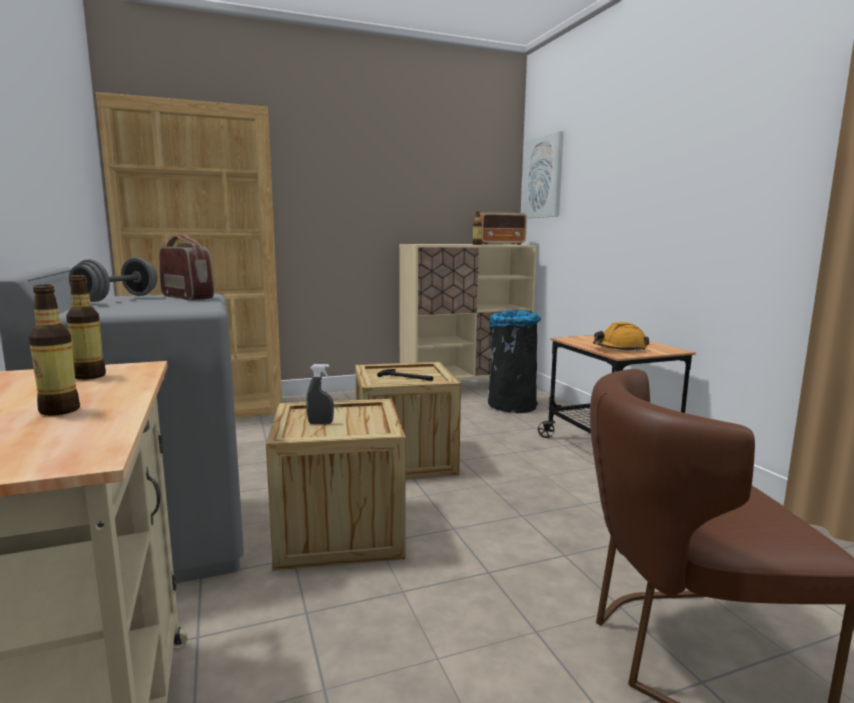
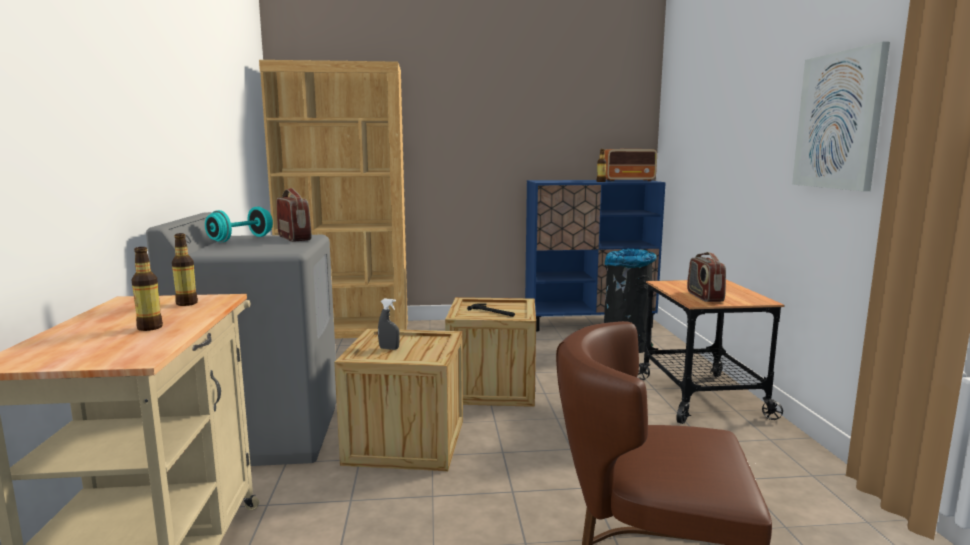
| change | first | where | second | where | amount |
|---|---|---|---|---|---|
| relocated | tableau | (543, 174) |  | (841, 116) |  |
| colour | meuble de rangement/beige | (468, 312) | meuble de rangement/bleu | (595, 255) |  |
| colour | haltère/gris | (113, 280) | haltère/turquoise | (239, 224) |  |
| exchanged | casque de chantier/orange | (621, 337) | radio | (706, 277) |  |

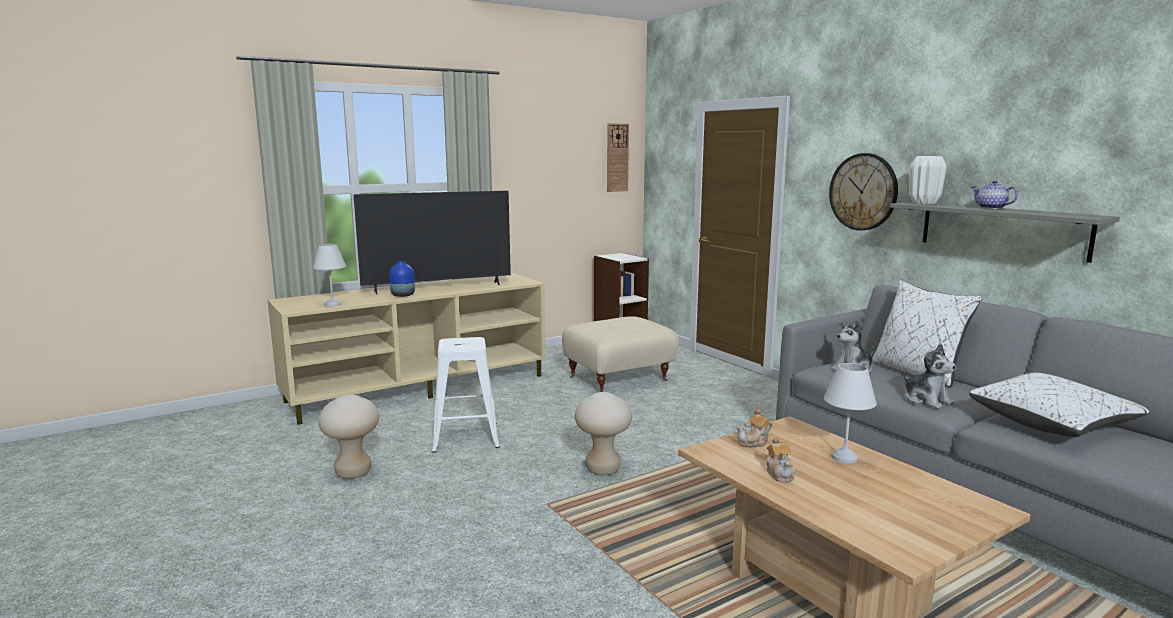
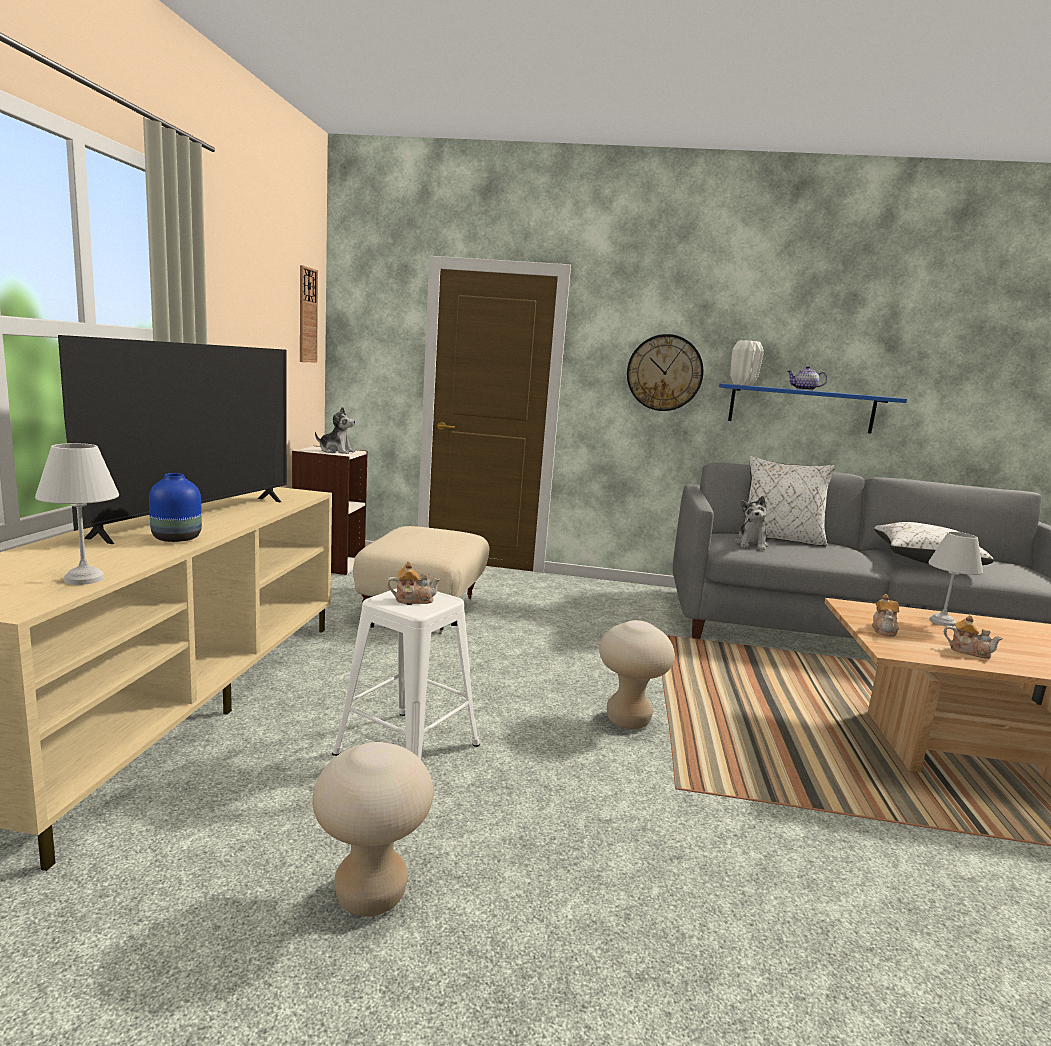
| change | first | where | second | where | amount |
|---|---|---|---|---|---|
| colour | étagère/gris | (1005, 232) | étagère/bleu | (813, 408) |  |
| relocated | peluche | (928, 376) |  | (335, 430) |  |
| appeared |  |  | théière | (414, 583) |  |

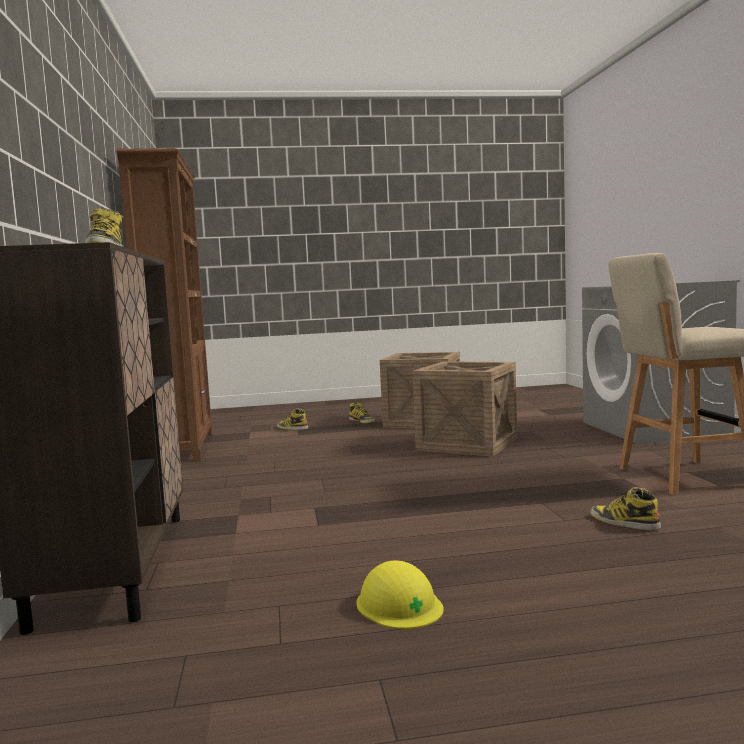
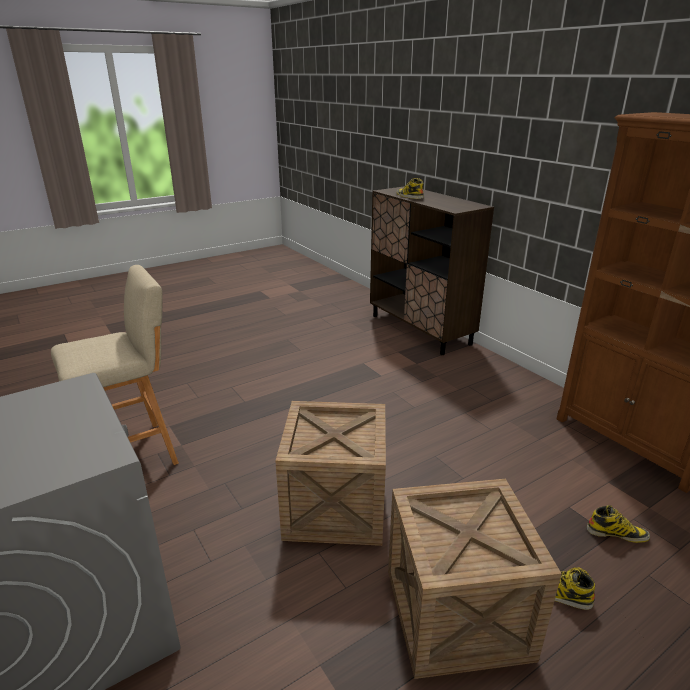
| change | first | where | second | where | amount |
|---|---|---|---|---|---|
| missing | botte | (625, 508) |  |  |  |
| missing | casque de chantier/jaune | (400, 594) |  |  |  |

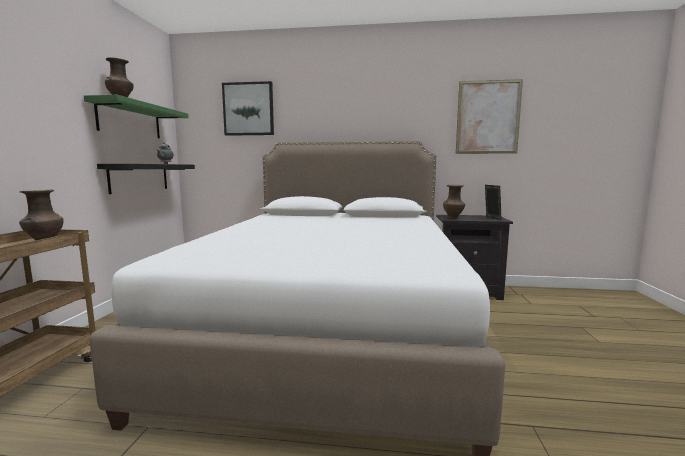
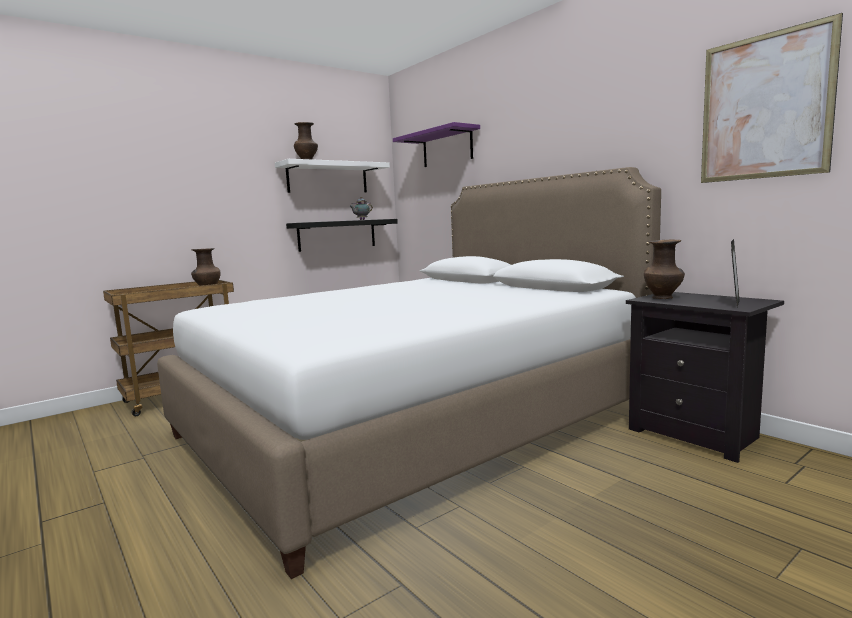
| change | first | where | second | where | amount |
|---|---|---|---|---|---|
| exchanged | tableau | (248, 108) | étagère/violet | (436, 144) |  |
| colour | étagère/vert | (136, 116) | étagère/blanc | (332, 176) |  |

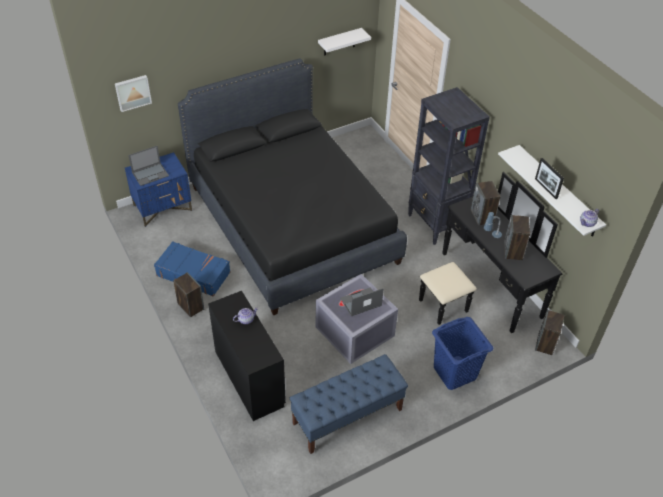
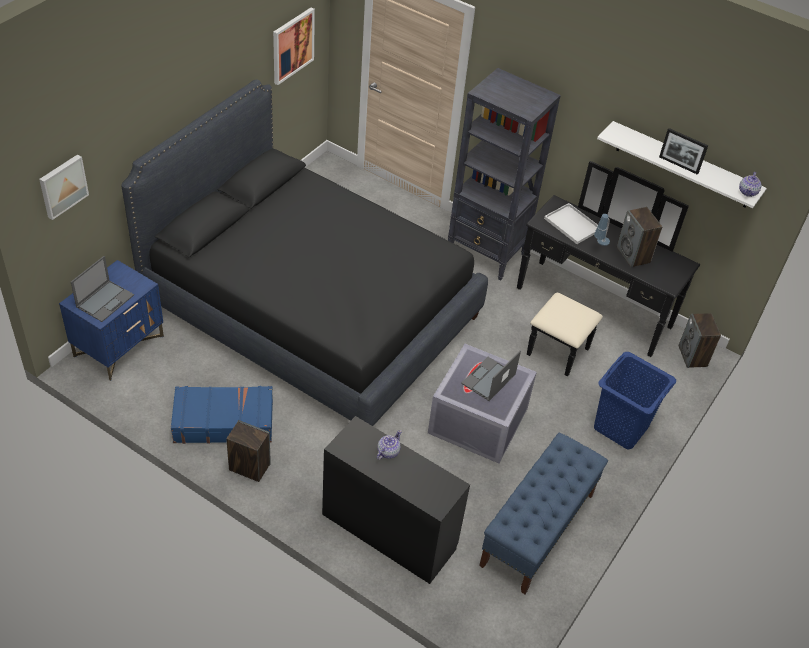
| change | first | where | second | where | amount |
|---|---|---|---|---|---|
| exchanged | étagère/blanc | (344, 42) | tableau | (294, 46) |  |
| exchanged | enceinte | (486, 203) | plateau/blanc | (571, 223) |  |

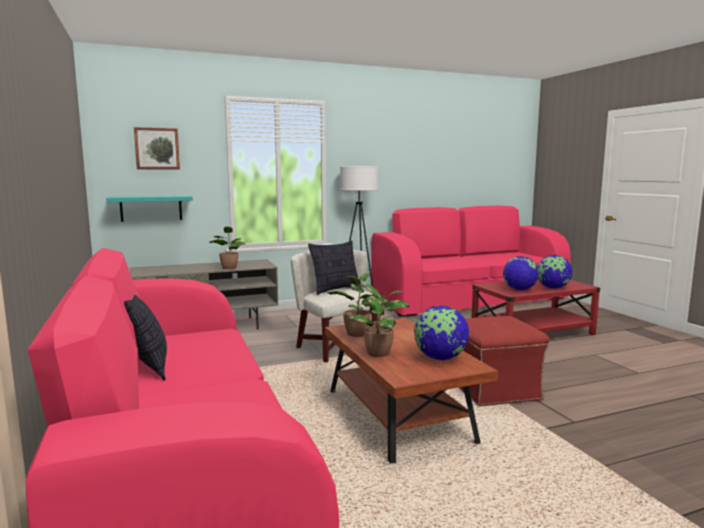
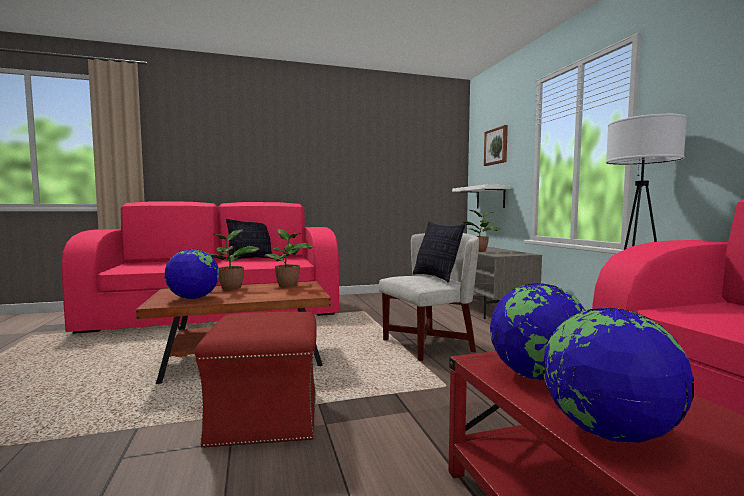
| change | first | where | second | where | amount |
|---|---|---|---|---|---|
| colour | étagère/turquoise | (149, 208) | étagère/blanc | (481, 196) |  |

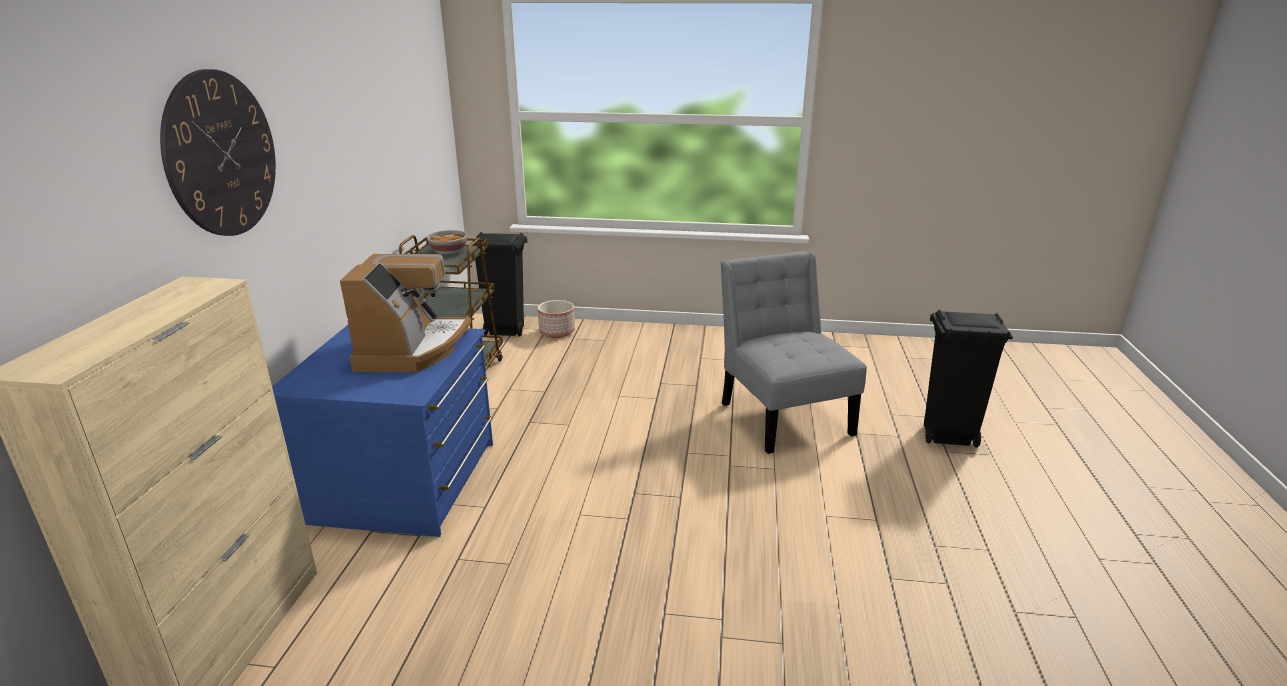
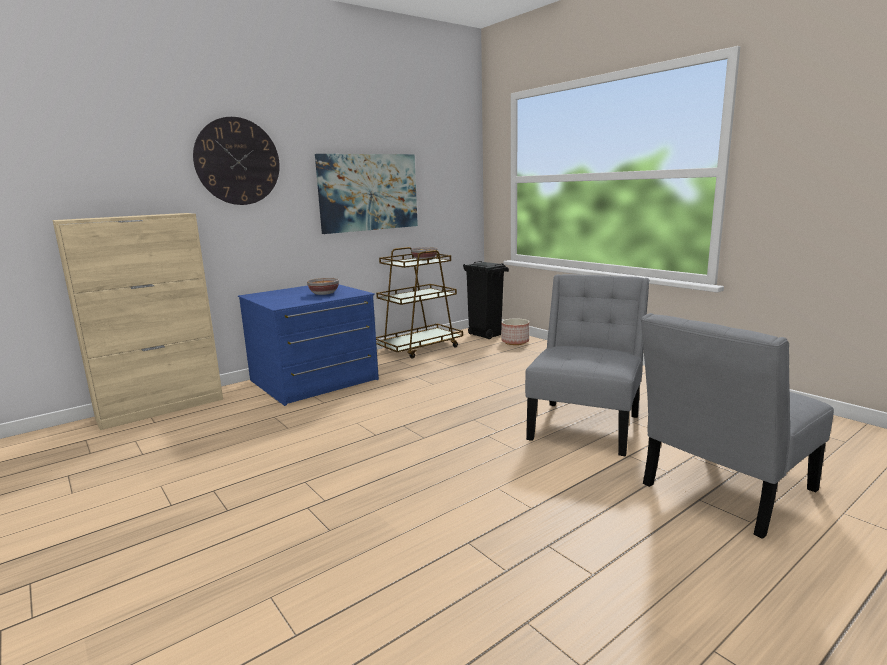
| change | first | where | second | where | amount |
|---|---|---|---|---|---|
| exchanged | machine à café | (405, 313) | bol | (323, 286) |  |
| exchanged | poubelle/noir | (968, 378) | chaise/gris | (737, 426) |  |
| appeared |  |  | tableau | (366, 194) |  |

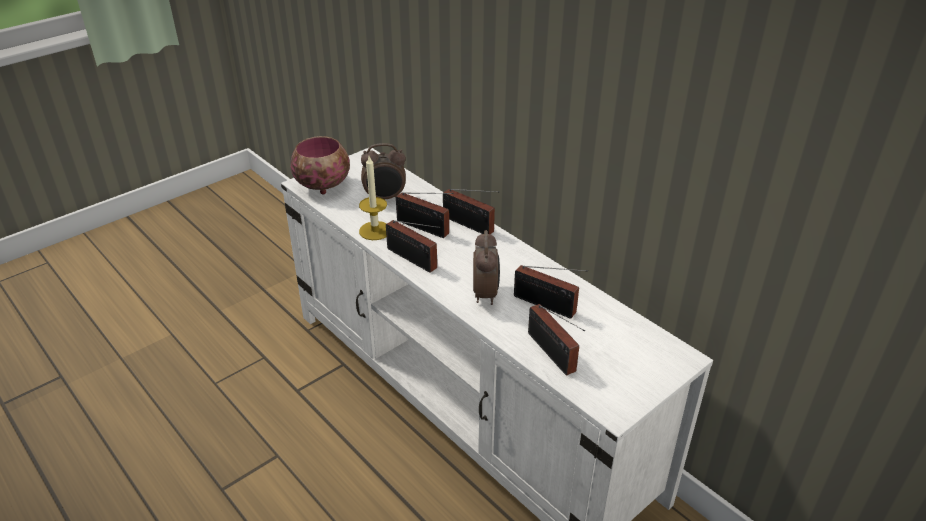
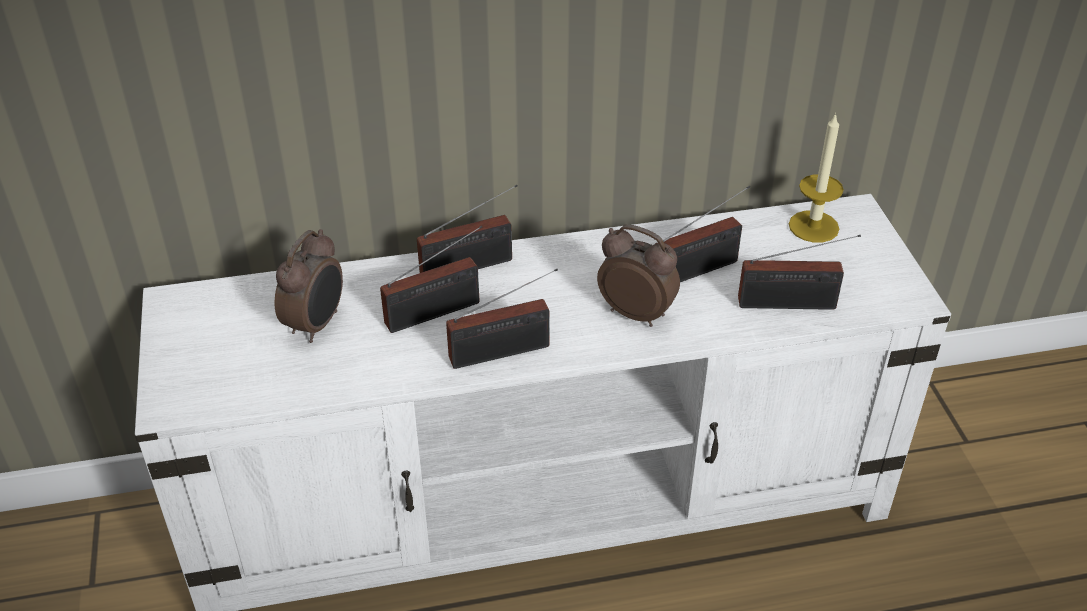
| change | first | where | second | where | amount |
|---|---|---|---|---|---|
| missing | bol | (320, 165) |  |  |  |
| relocated | bougie | (373, 198) |  | (816, 177) |  |

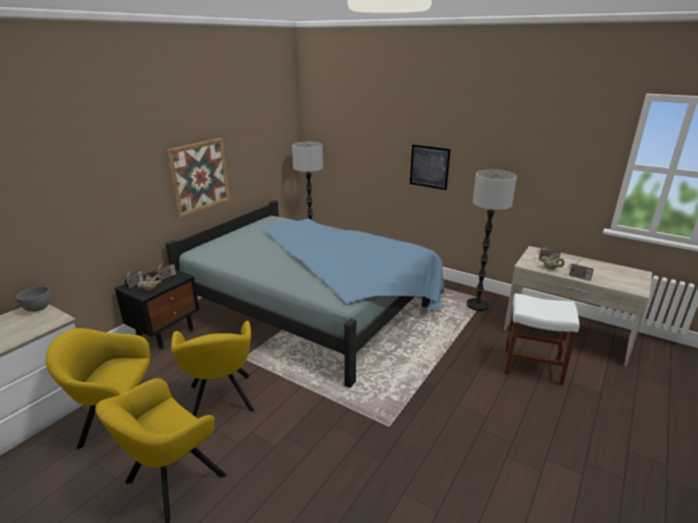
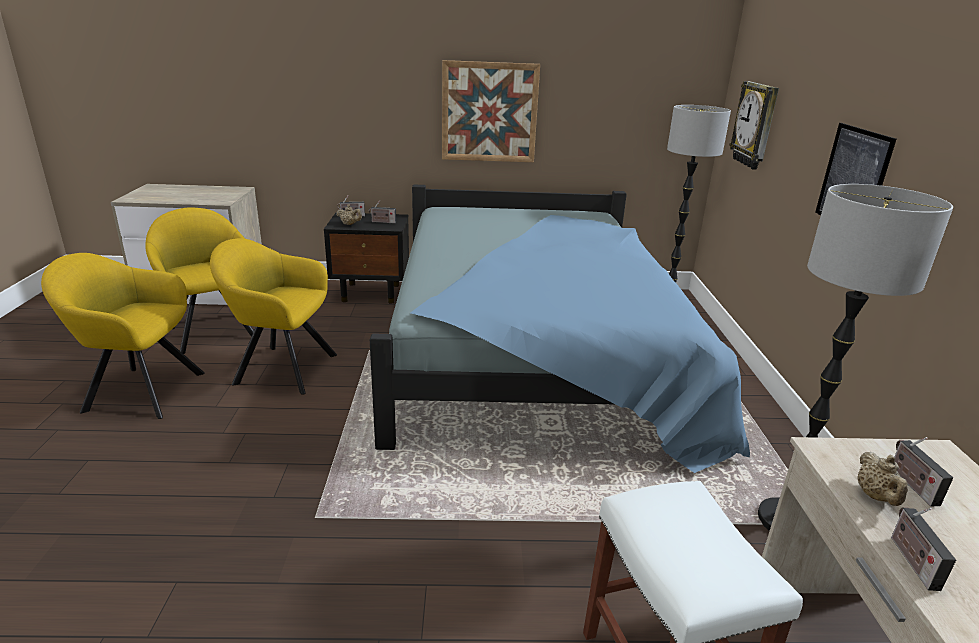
| change | first | where | second | where | amount |
|---|---|---|---|---|---|
| missing | bol/gris | (34, 299) |  |  |  |
| spun | fauteuil/jaune | (213, 368) |  | (273, 316) | 60 degrees clockwise |
| appeared |  |  | horloge murale | (754, 125) |  |

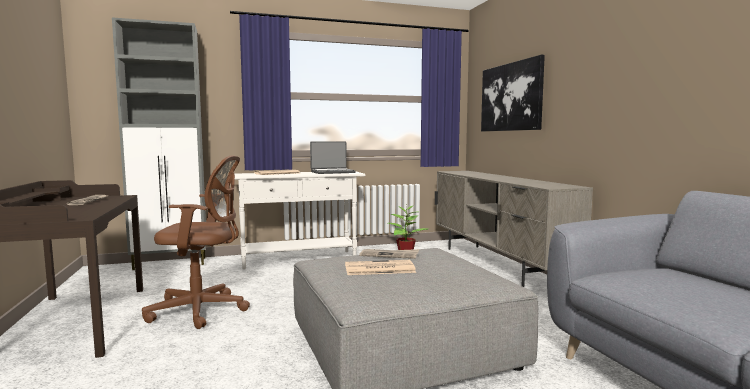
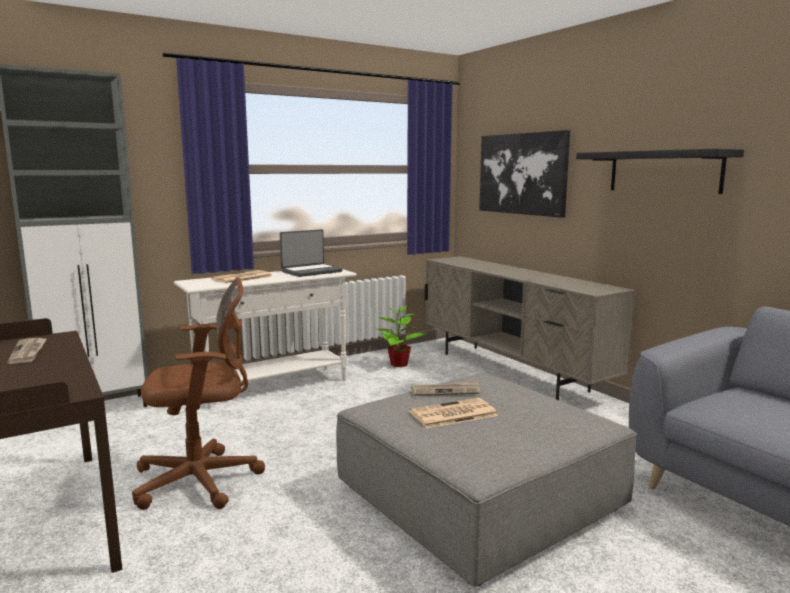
| change | first | where | second | where | amount |
|---|---|---|---|---|---|
| appeared |  |  | étagère/noir | (660, 171) |  |

